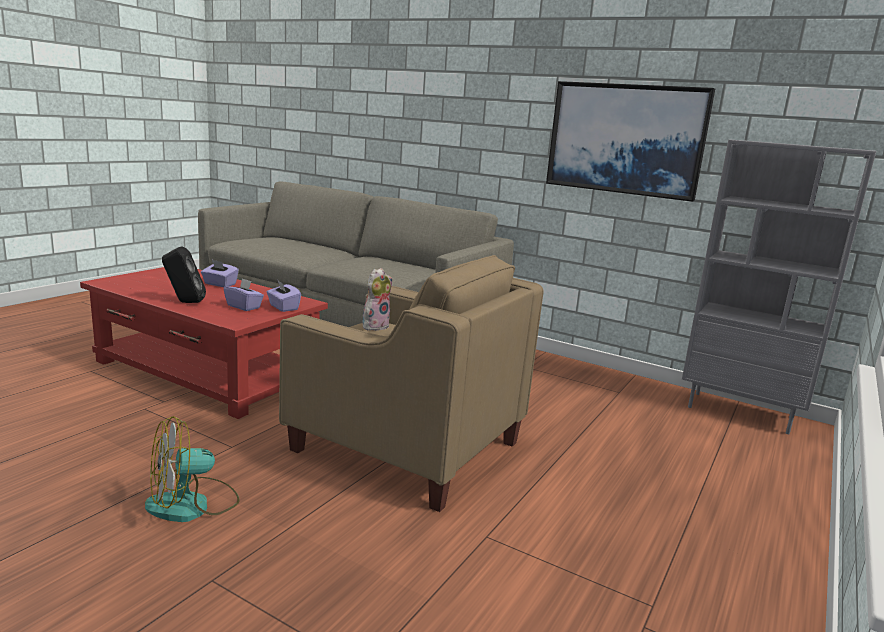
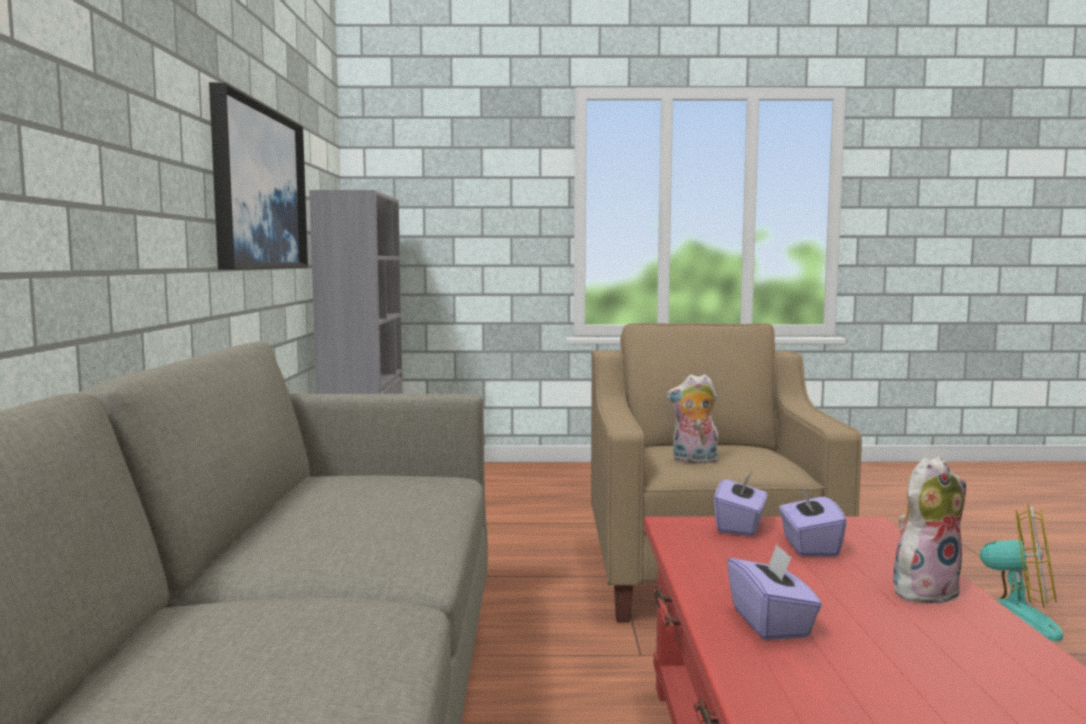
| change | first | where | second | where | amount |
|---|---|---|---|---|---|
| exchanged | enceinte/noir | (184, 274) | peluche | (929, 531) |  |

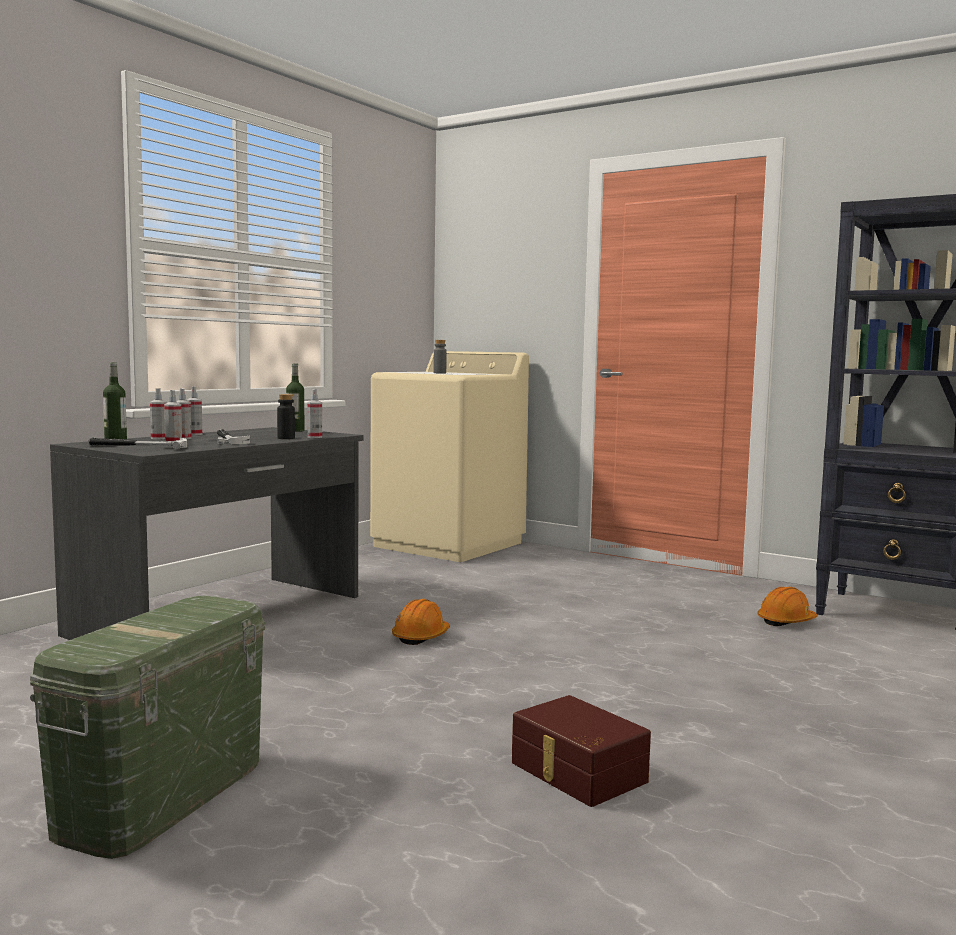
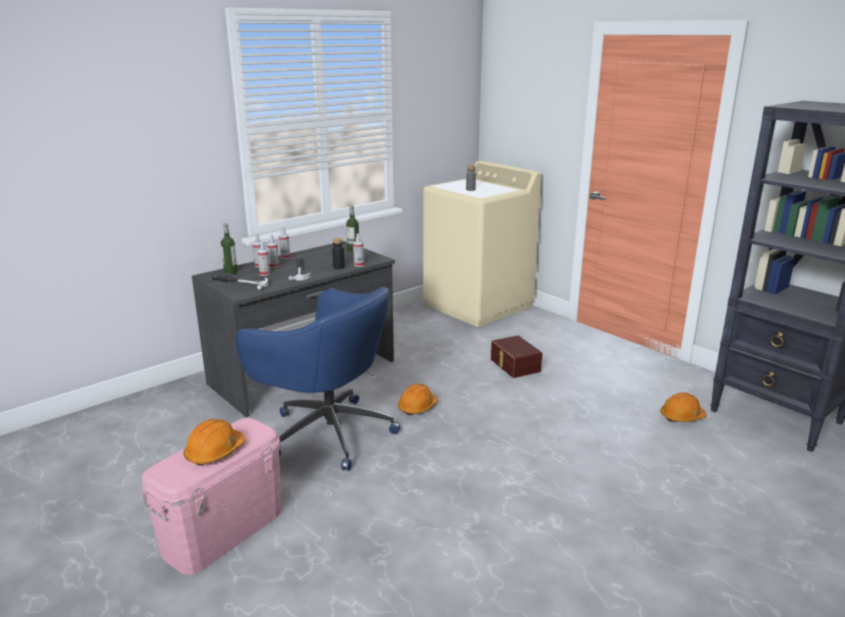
| change | first | where | second | where | amount |
|---|---|---|---|---|---|
| colour | boîte de rangement/vert | (147, 727) | boîte de rangement/rose | (211, 496) |  |
| relocated | boîte de rangement/marron | (581, 751) |  | (516, 356) |  |
| appeared |  |  | chaise de bureau/bleu | (317, 379) |  |
| appeared |  |  | casque de chantier/orange | (214, 442) |  |

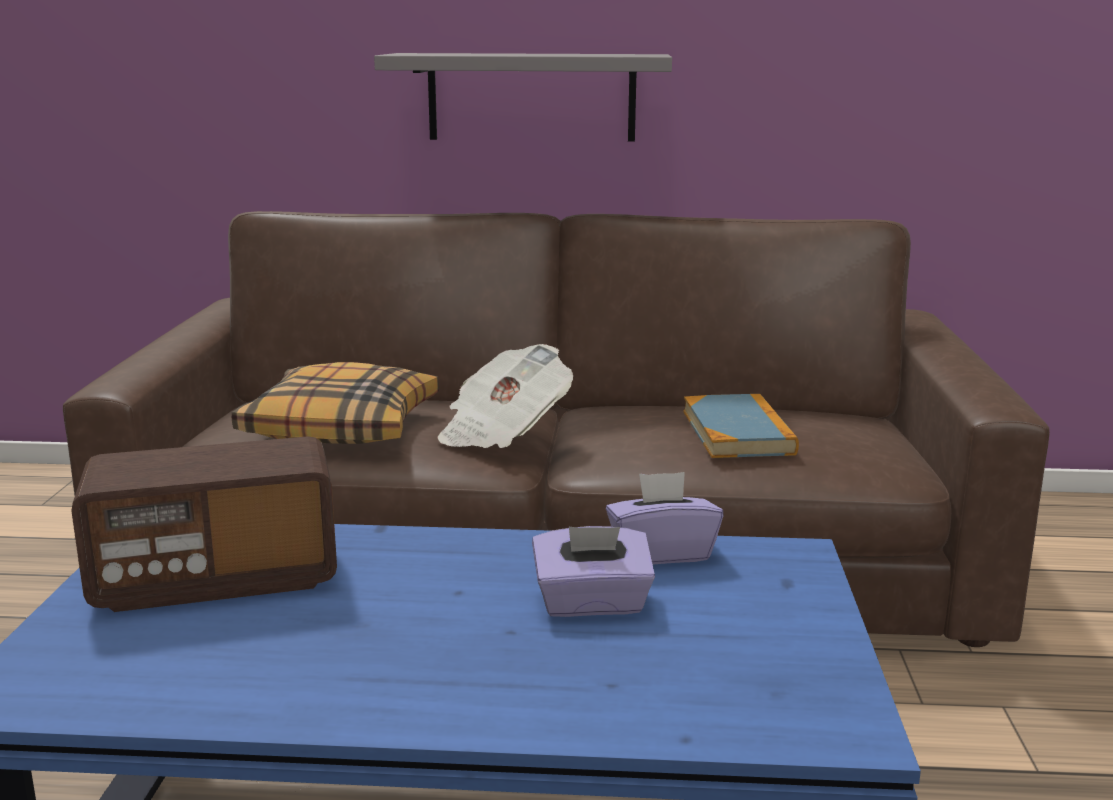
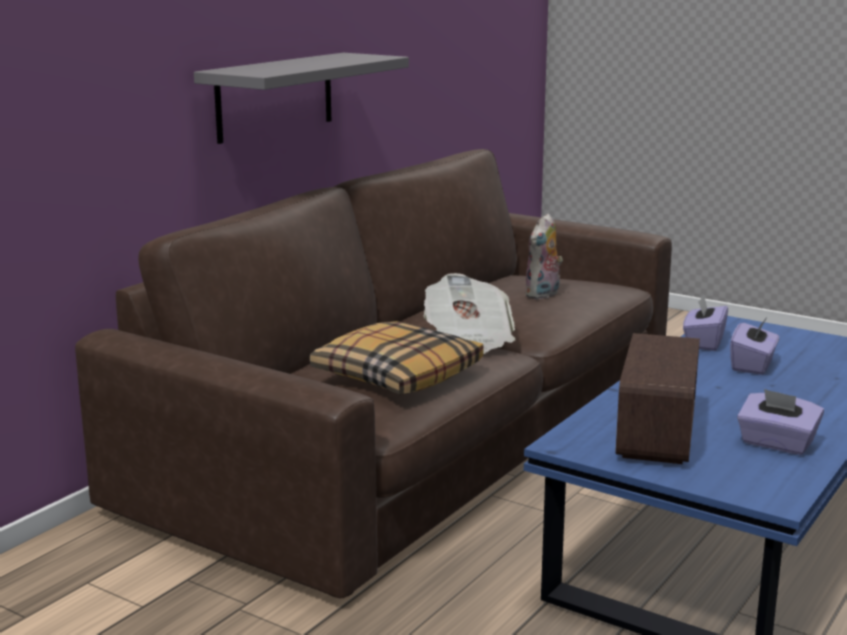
| change | first | where | second | where | amount |
|---|---|---|---|---|---|
| exchanged | livre | (741, 426) | peluche | (543, 257) |  |
| appeared |  |  | boîte à mouchoirs/violet | (780, 422) |  |

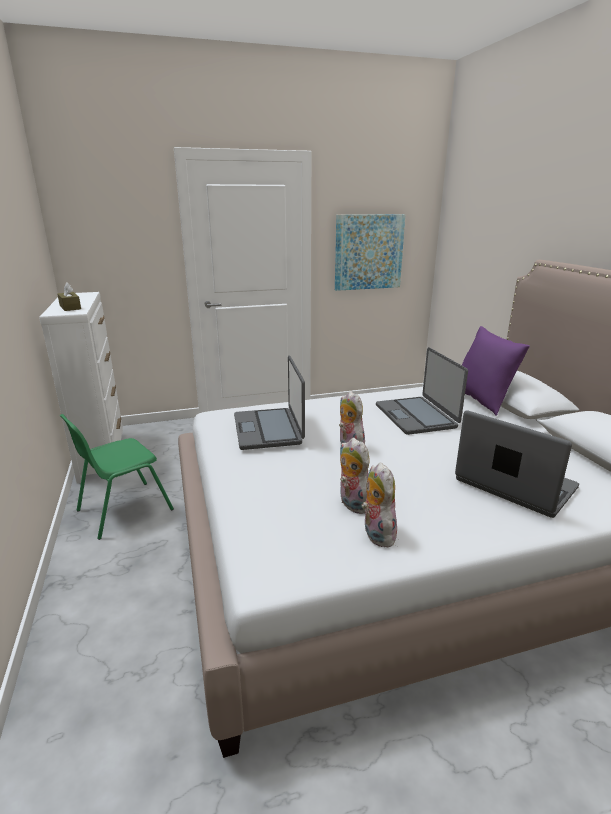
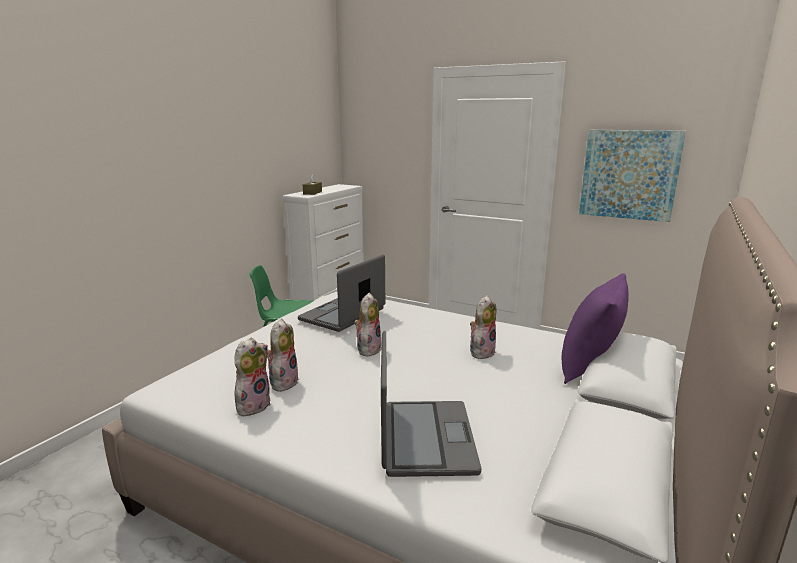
| change | first | where | second | where | amount |
|---|---|---|---|---|---|
| exchanged | ordinateur portable | (422, 391) | peluche | (483, 327) |  |

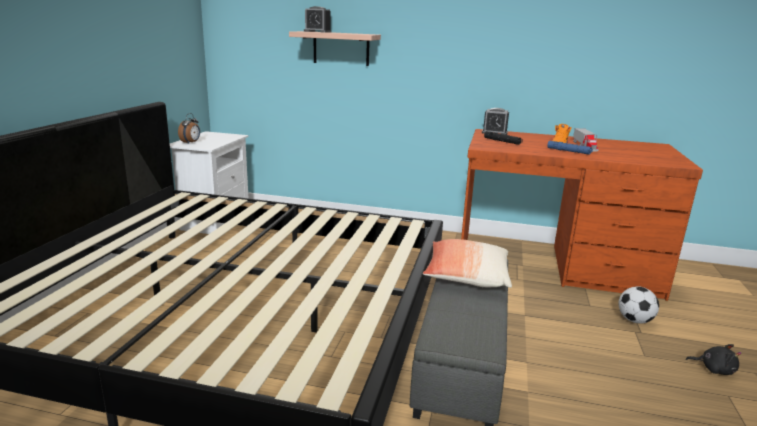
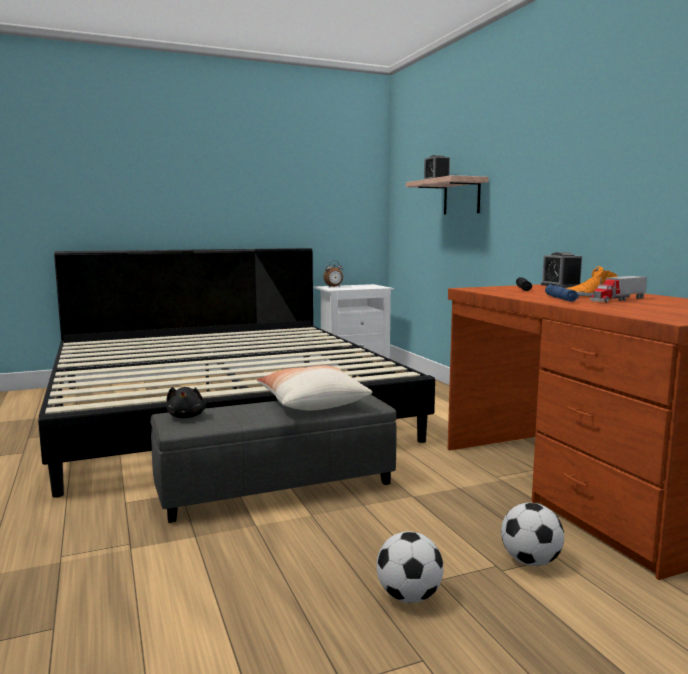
| change | first | where | second | where | amount |
|---|---|---|---|---|---|
| relocated | peluche/noir | (713, 359) |  | (186, 402) |  |
| appeared |  |  | ballon de foot | (410, 567) |  |

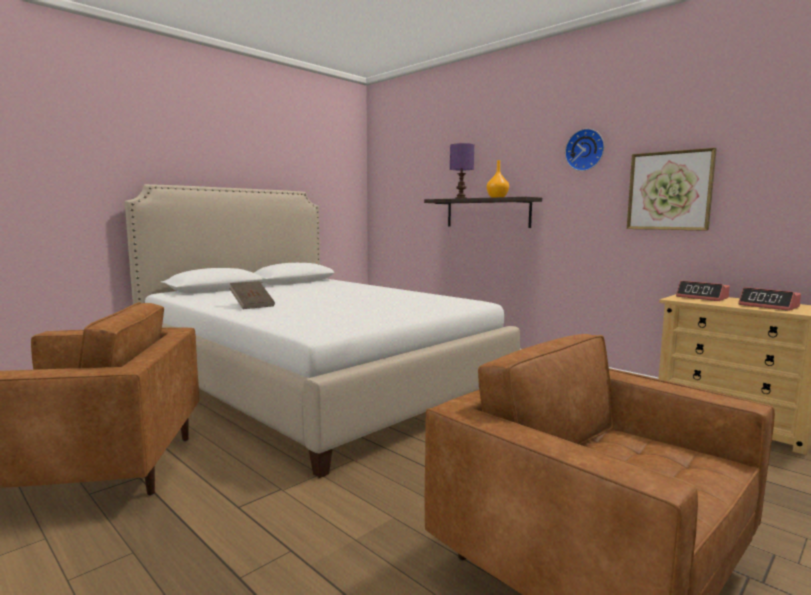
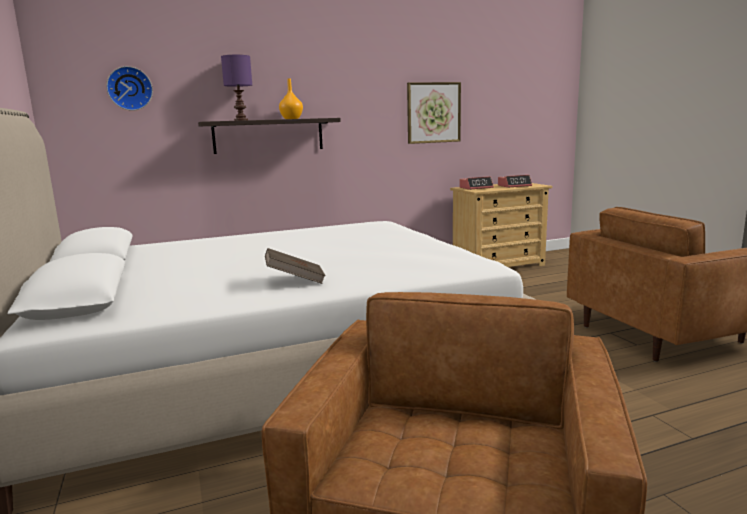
| change | first | where | second | where | amount |
|---|---|---|---|---|---|
| relocated | horloge murale | (584, 149) |  | (129, 88) |  |

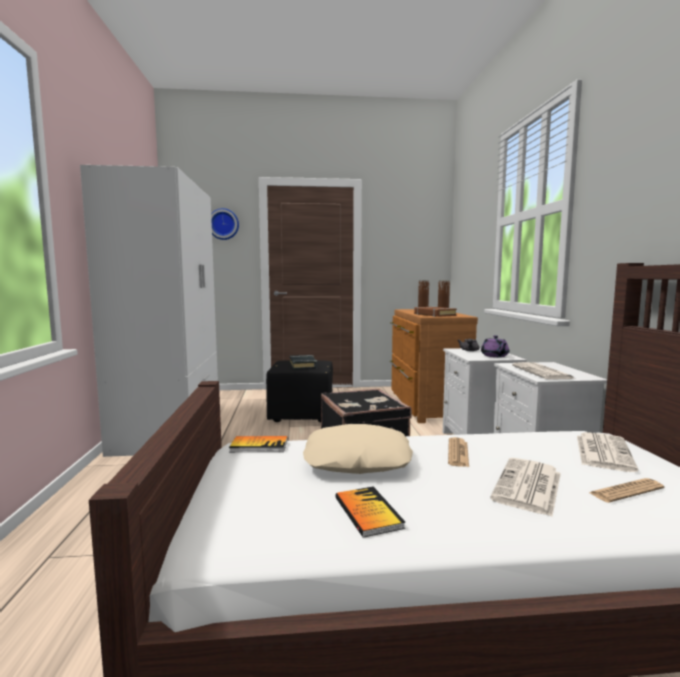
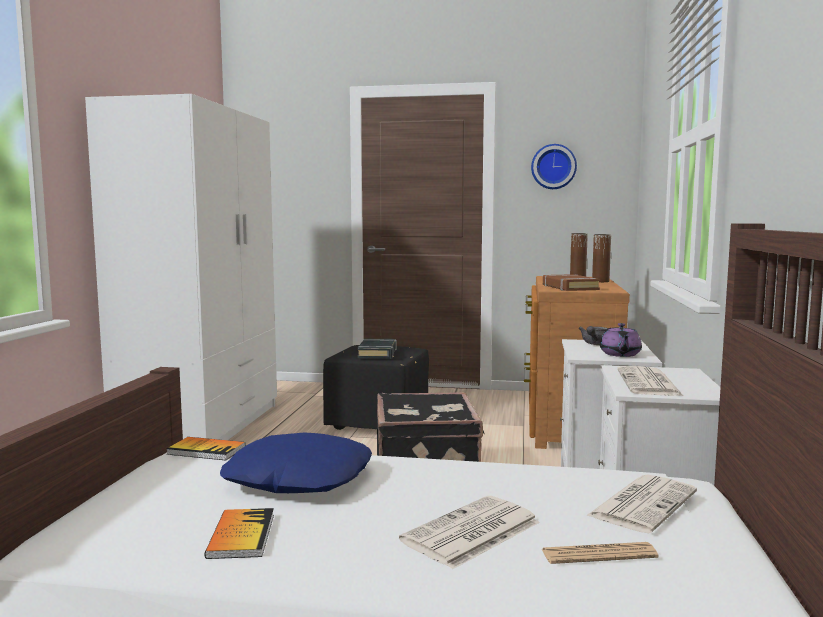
| change | first | where | second | where | amount |
|---|---|---|---|---|---|
| relocated | horloge murale | (225, 224) |  | (554, 166) |  |
| colour | coussin/beige | (358, 449) | coussin/bleu | (296, 462) |  |
| missing | journal | (458, 452) |  |  |  |

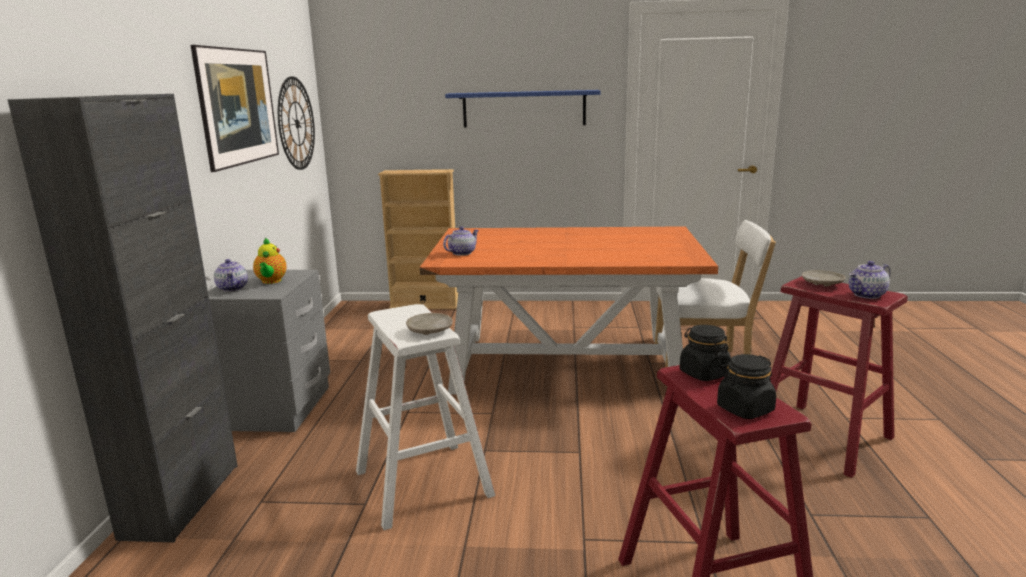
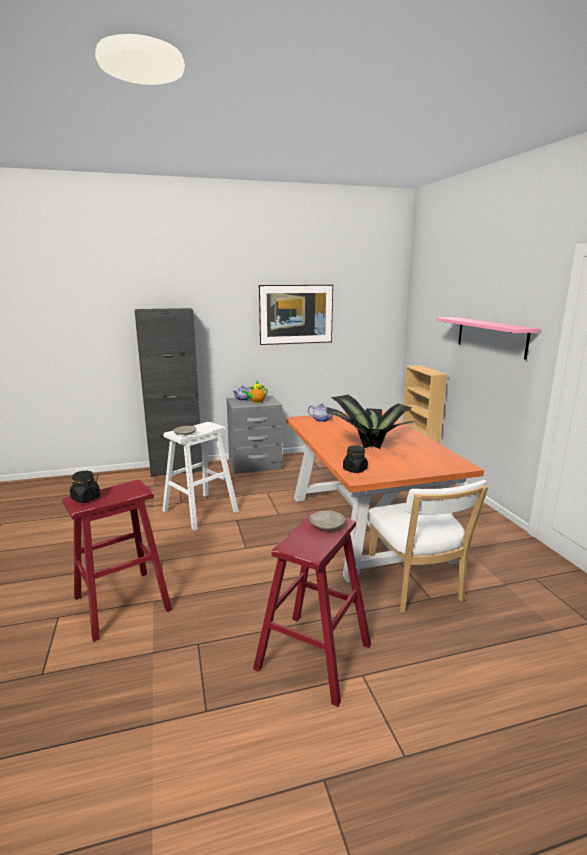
| change | first | where | second | where | amount |
|---|---|---|---|---|---|
| missing | horloge murale | (296, 123) |  |  |  |
| colour | étagère/bleu | (522, 109) | étagère/rose | (488, 338) |  |
| missing | théière | (869, 280) |  |  |  |
| relocated | bocal/noir | (705, 353) |  | (355, 459) |  |
| appeared |  |  | plante en pot | (371, 422) |  |

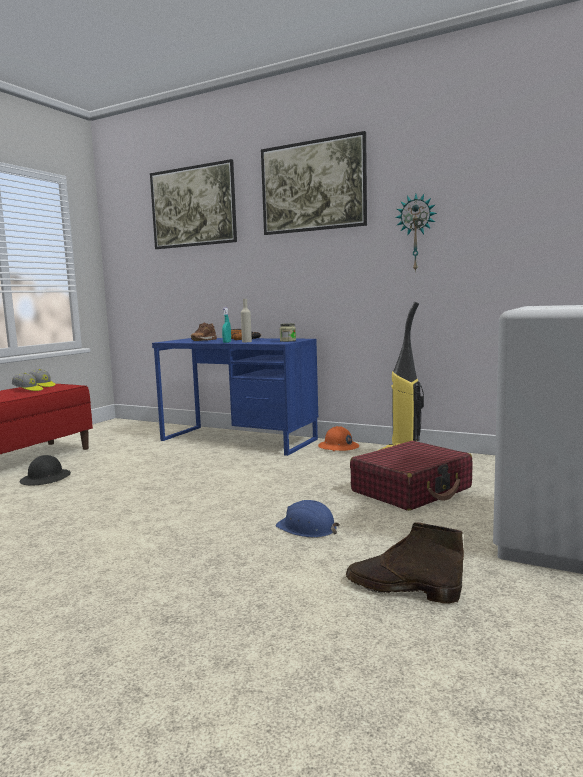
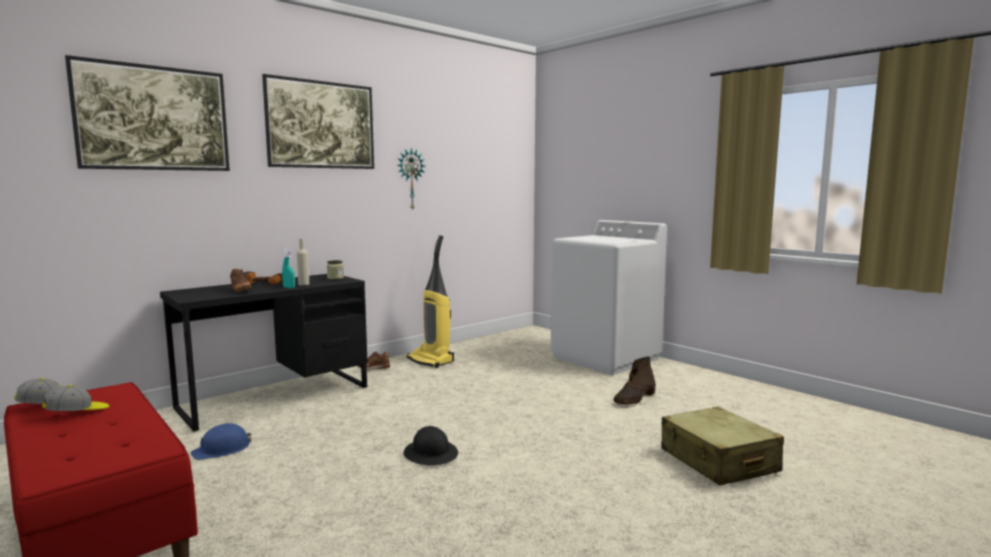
| change | first | where | second | where | amount |
|---|---|---|---|---|---|
| colour | bureau/bleu | (235, 397) | bureau/noir | (264, 352) |  |
| exchanged | casque de chantier/orange | (338, 438) | chaussure/marron | (374, 360) |  |
| missing | valise/rouge | (411, 476) |  |  |  |
| relocated | casque de chantier/noir | (45, 470) |  | (431, 446) |  |
| relocated | casque de chantier/bleu | (308, 519) |  | (221, 441) |  |
| appeared |  |  | valise/beige | (722, 446) |  |

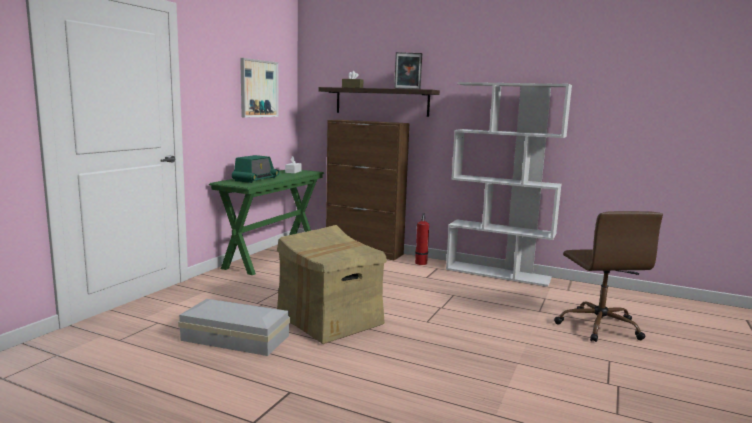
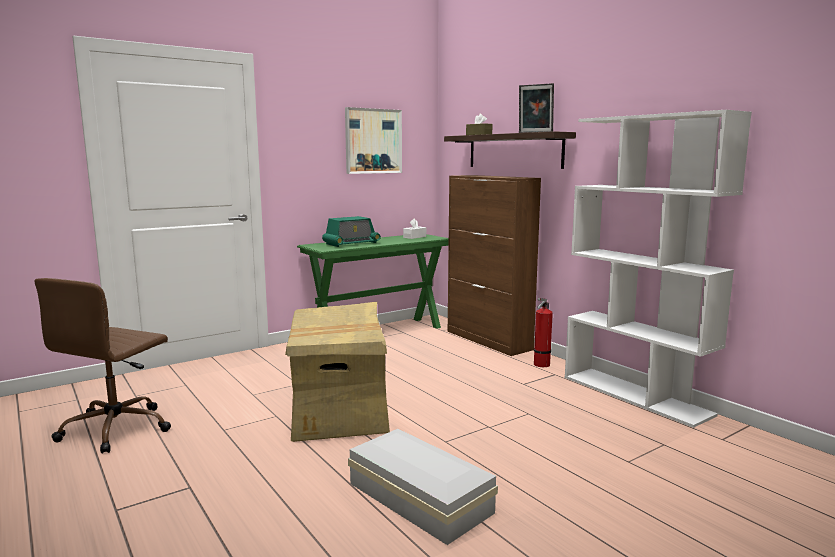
| change | first | where | second | where | amount |
|---|---|---|---|---|---|
| relocated | chaise de bureau/marron | (608, 276) |  | (102, 365) |  |
| relocated | boîte de rangement/blanc | (234, 327) |  | (423, 487) |  |

